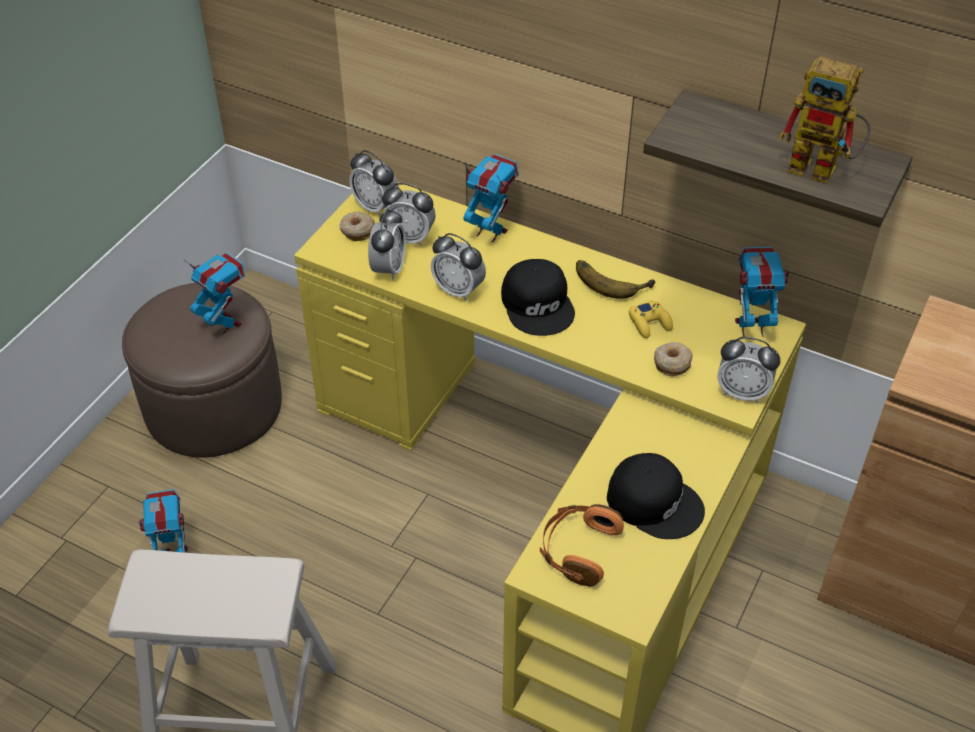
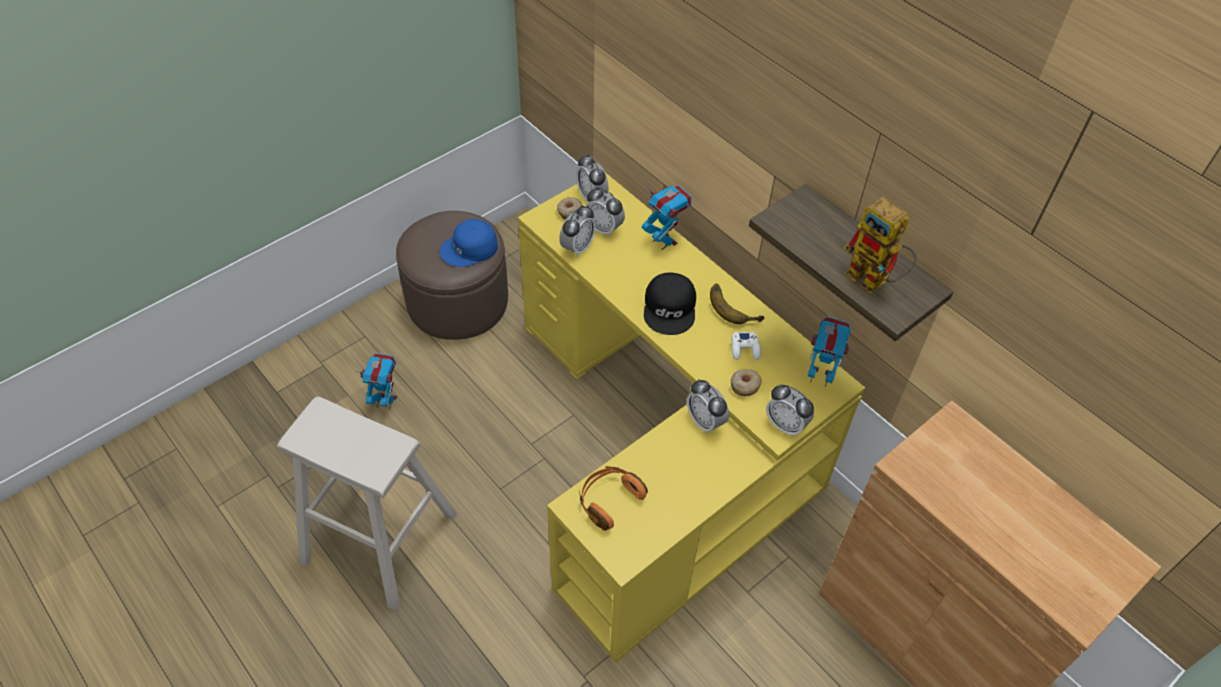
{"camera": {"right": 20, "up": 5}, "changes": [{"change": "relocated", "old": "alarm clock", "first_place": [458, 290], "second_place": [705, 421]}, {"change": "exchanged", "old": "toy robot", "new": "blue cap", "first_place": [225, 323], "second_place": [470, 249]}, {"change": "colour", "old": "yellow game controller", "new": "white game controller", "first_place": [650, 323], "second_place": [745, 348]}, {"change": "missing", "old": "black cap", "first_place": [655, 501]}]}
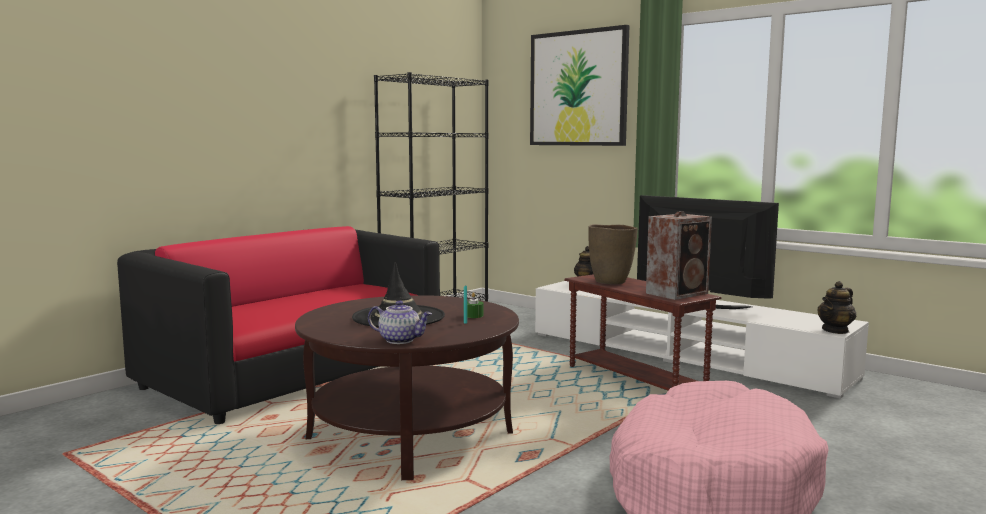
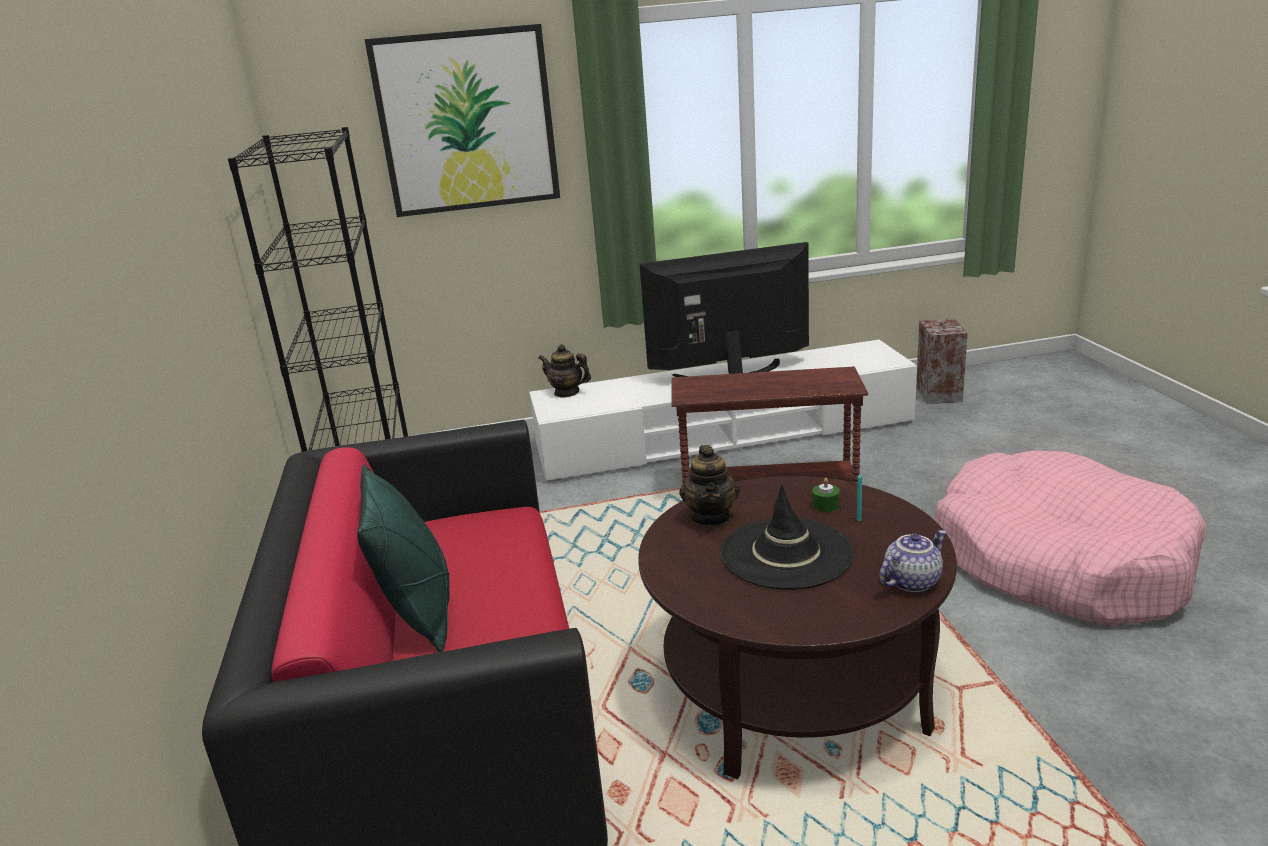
{"camera": {"right": -50, "up": 15}, "changes": [{"change": "relocated", "old": "speaker", "first_place": [678, 293], "second_place": [939, 393]}, {"change": "missing", "old": "brown vase", "first_place": [611, 282]}, {"change": "relocated", "old": "teapot", "first_place": [835, 330], "second_place": [711, 516]}, {"change": "appeared", "new": "green pillow", "second_place": [419, 613]}]}
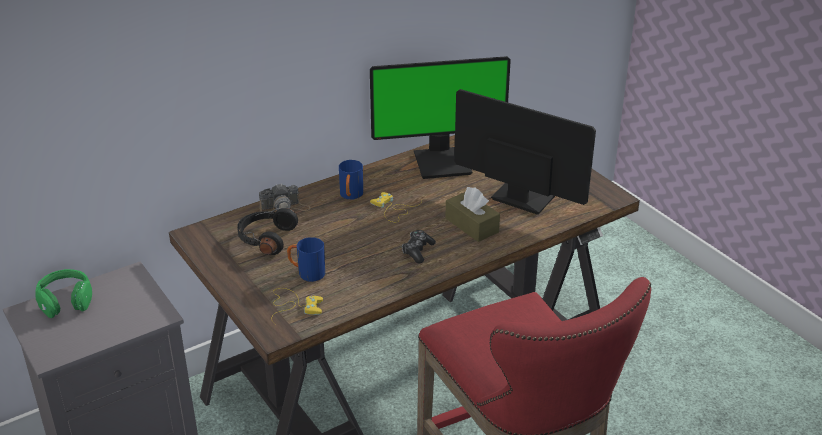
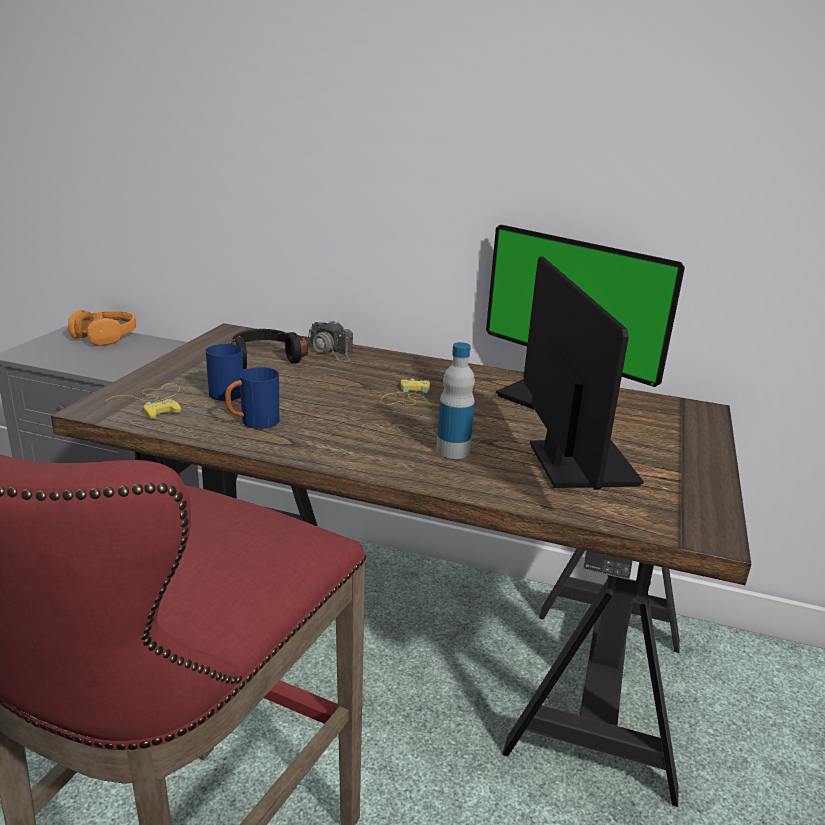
{"camera": {"right": 50, "up": -10}, "changes": [{"change": "relocated", "old": "blue mug", "first_place": [351, 196], "second_place": [253, 423]}, {"change": "exchanged", "old": "brown tissue box", "new": "bottle", "first_place": [472, 225], "second_place": [453, 450]}, {"change": "missing", "old": "game controller", "first_place": [417, 251]}, {"change": "colour", "old": "green headphones", "new": "orange headphones", "first_place": [65, 300], "second_place": [106, 336]}]}
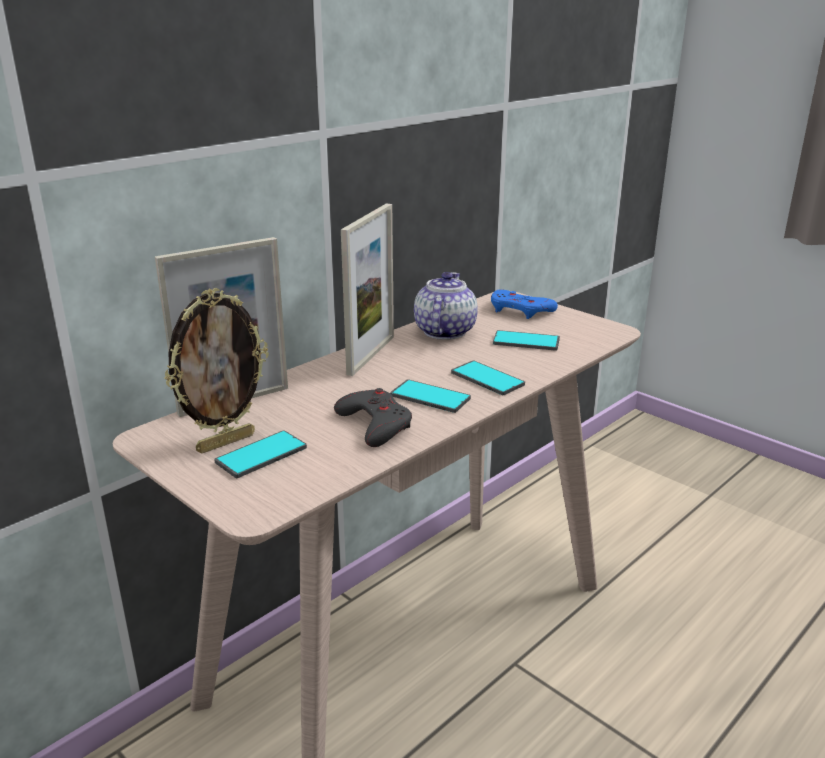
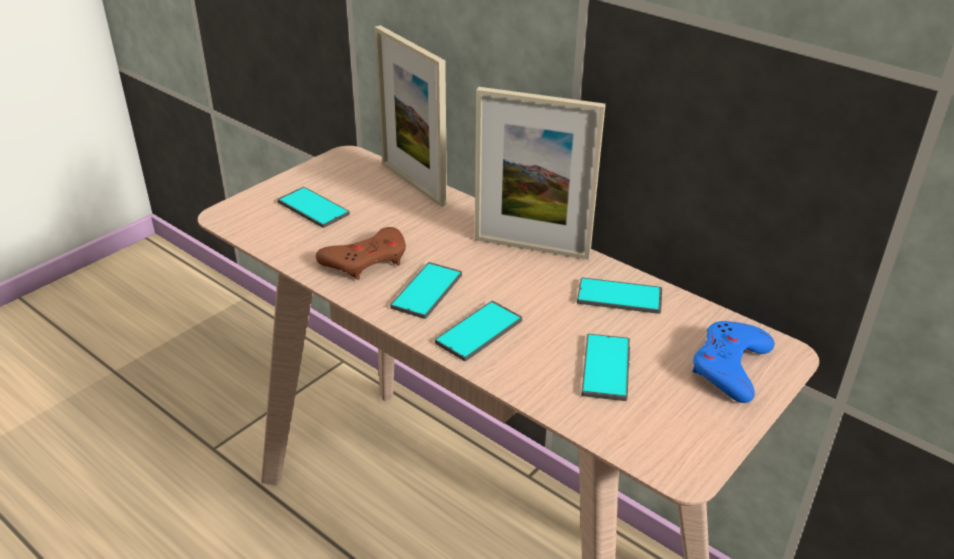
{"camera": {"right": 85, "up": 10}, "changes": [{"change": "exchanged", "old": "teapot", "new": "phone", "first_place": [444, 331], "second_place": [619, 296]}, {"change": "missing", "old": "picture frame", "first_place": [225, 442]}, {"change": "colour", "old": "grey game controller", "new": "brown game controller", "first_place": [375, 424], "second_place": [366, 260]}]}
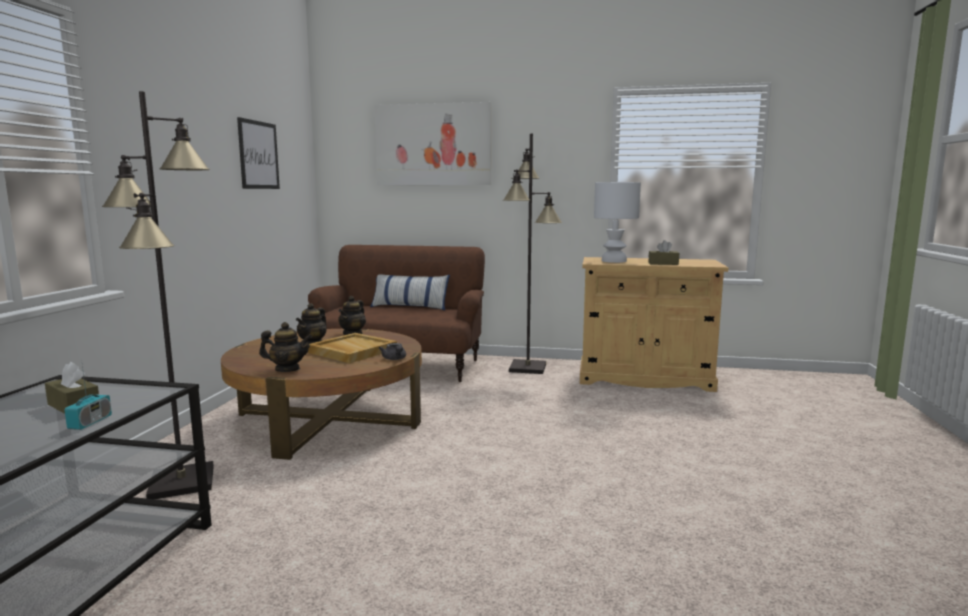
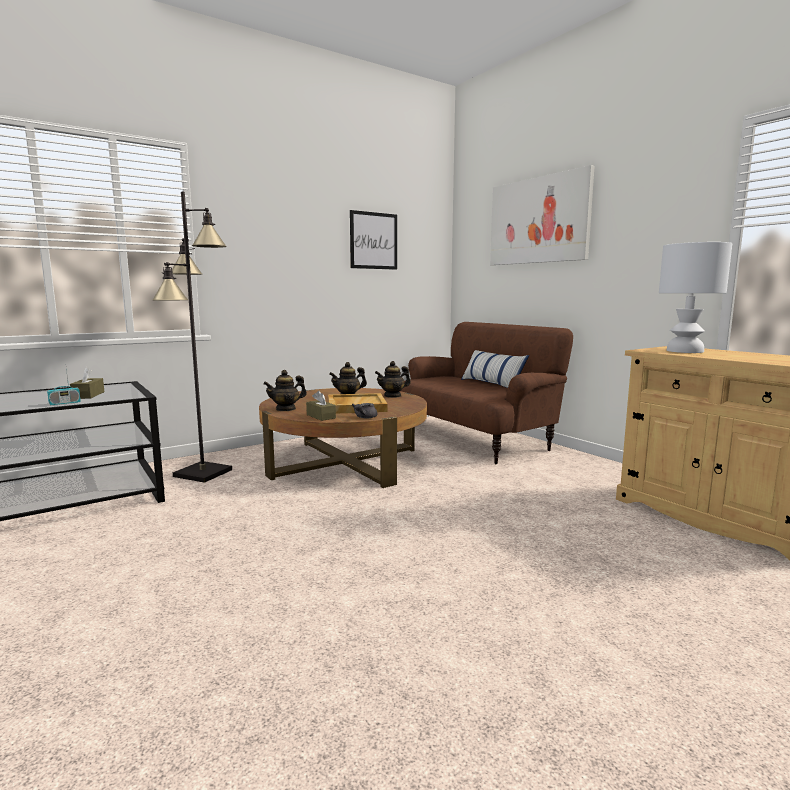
{"camera": {"right": 45, "up": 0}, "changes": [{"change": "missing", "old": "black floor lamp", "first_place": [528, 368]}, {"change": "relocated", "old": "brown tissue box", "first_place": [663, 263], "second_place": [321, 416]}, {"change": "spun", "old": "teapot", "first_place": [287, 369], "second_place": [286, 409], "degrees": 105}]}
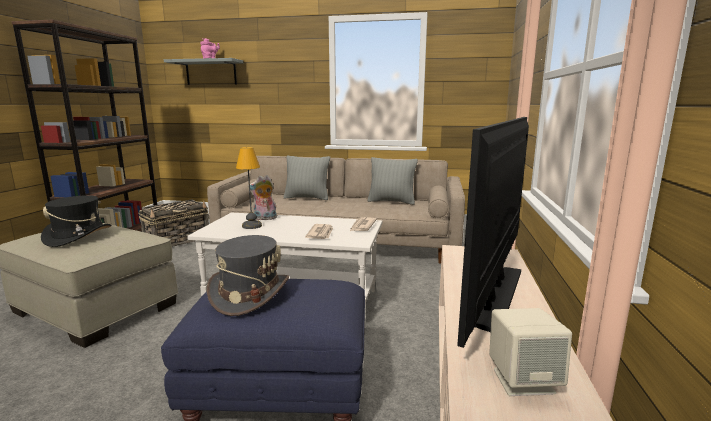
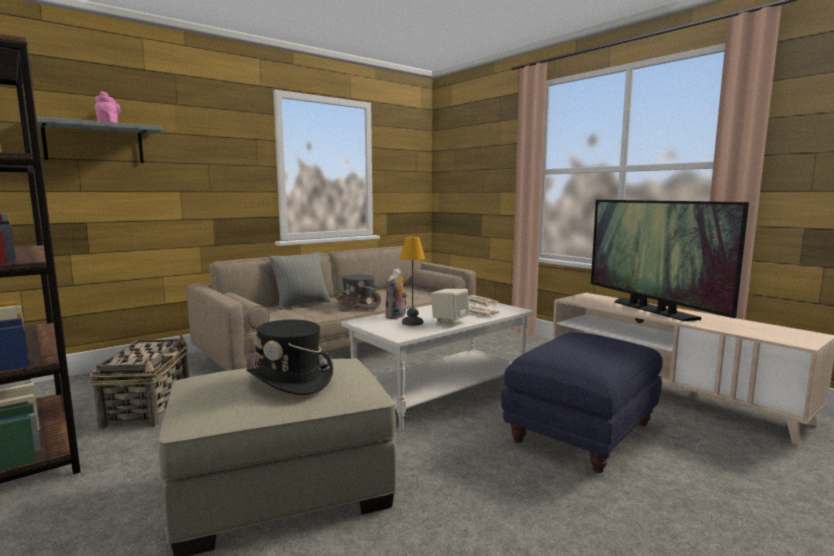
{"camera": {"right": -50, "up": -5}, "changes": [{"change": "missing", "old": "grey pillow", "first_place": [391, 201]}, {"change": "relocated", "old": "grey hat", "first_place": [249, 294], "second_place": [358, 304]}, {"change": "relocated", "old": "beige speaker", "first_place": [523, 380], "second_place": [449, 323]}]}
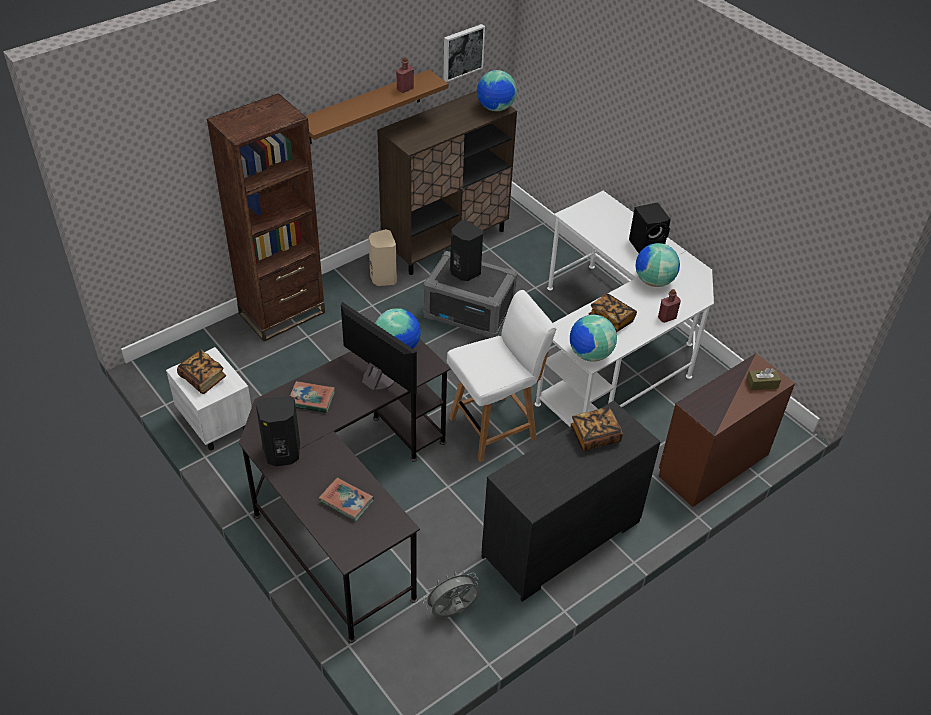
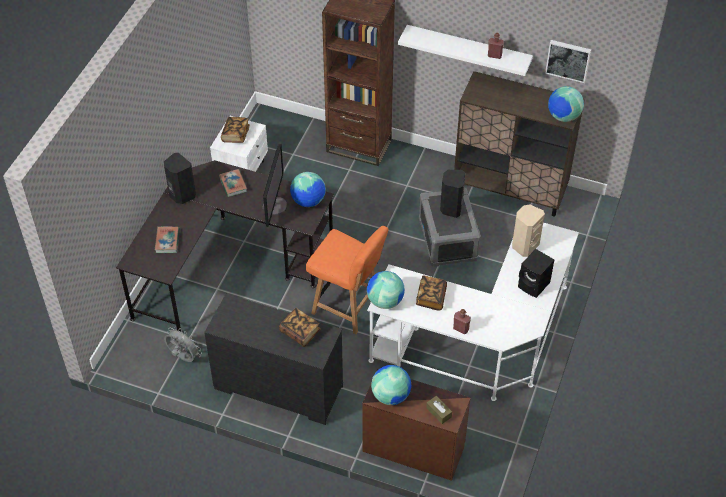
{"camera": {"right": 60, "up": 5}, "changes": [{"change": "colour", "old": "brown shelf", "new": "white shelf", "first_place": [364, 107], "second_place": [468, 50]}, {"change": "relocated", "old": "beige speaker", "first_place": [382, 278], "second_place": [524, 246]}, {"change": "relocated", "old": "globe", "first_place": [653, 281], "second_place": [391, 395]}, {"change": "colour", "old": "white chair", "new": "orange chair", "first_place": [494, 427], "second_place": [348, 307]}]}
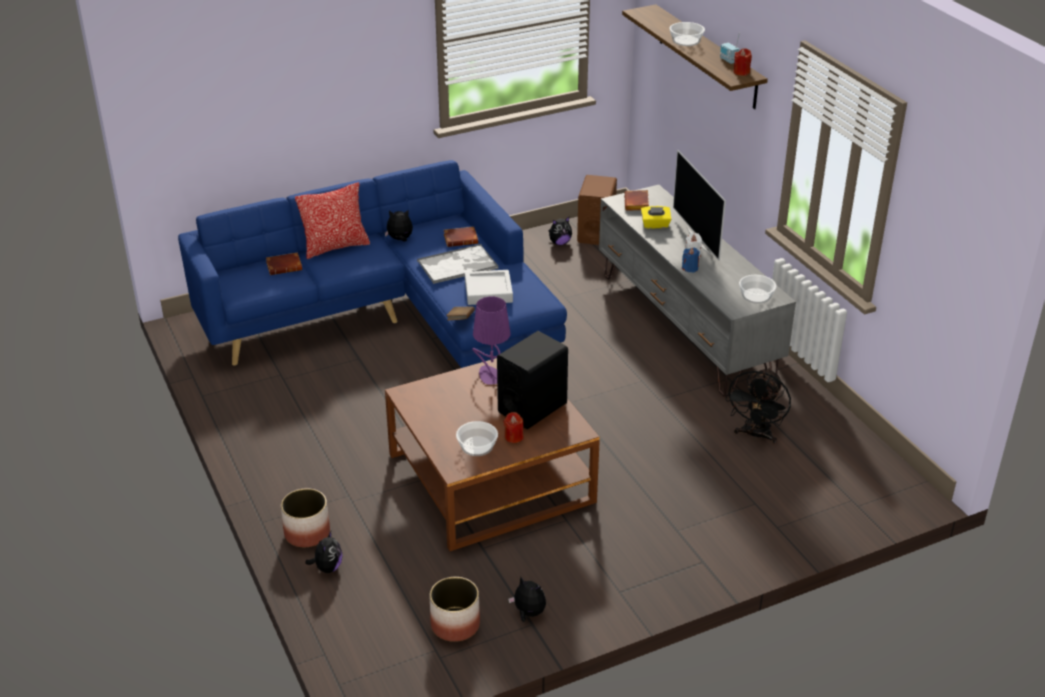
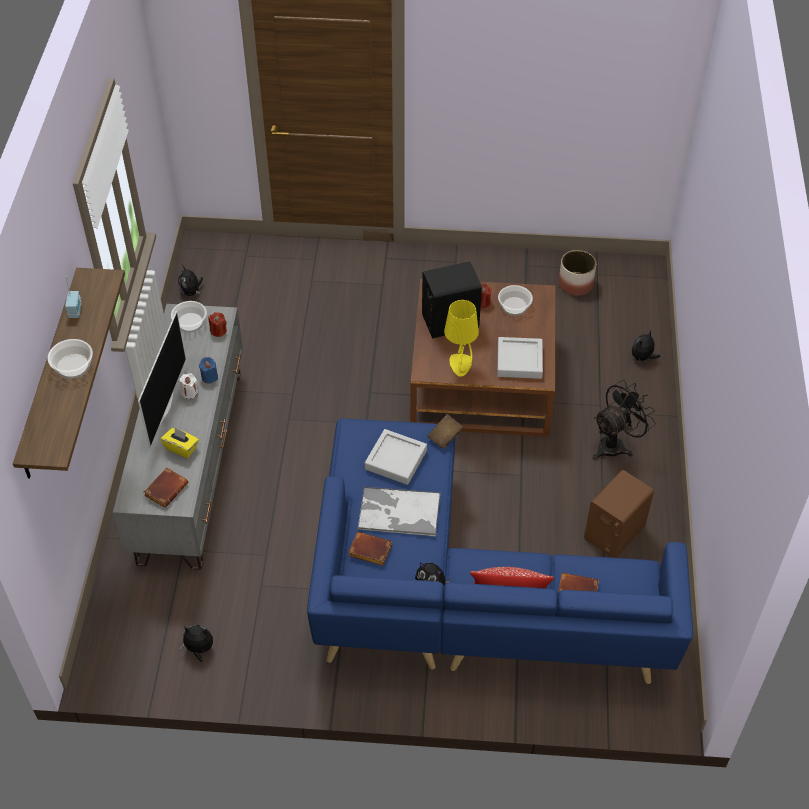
{"camera": {"right": -150, "up": 15}, "changes": [{"change": "relocated", "old": "red candle", "first_place": [741, 72], "second_place": [218, 331]}, {"change": "relocated", "old": "brown speaker", "first_place": [596, 233], "second_place": [614, 533]}, {"change": "colour", "old": "purple table lamp", "new": "yellow table lamp", "first_place": [490, 376], "second_place": [460, 365]}, {"change": "relocated", "old": "black fan", "first_place": [755, 435], "second_place": [615, 444]}, {"change": "missing", "old": "planter", "first_place": [307, 533]}, {"change": "relocated", "old": "plush toy", "first_place": [528, 613], "second_place": [191, 292]}, {"change": "appeared", "new": "grey tray", "second_place": [519, 361]}]}
